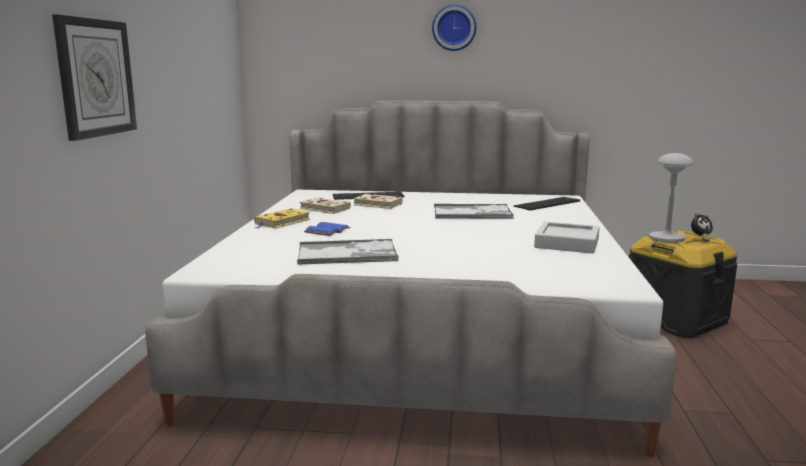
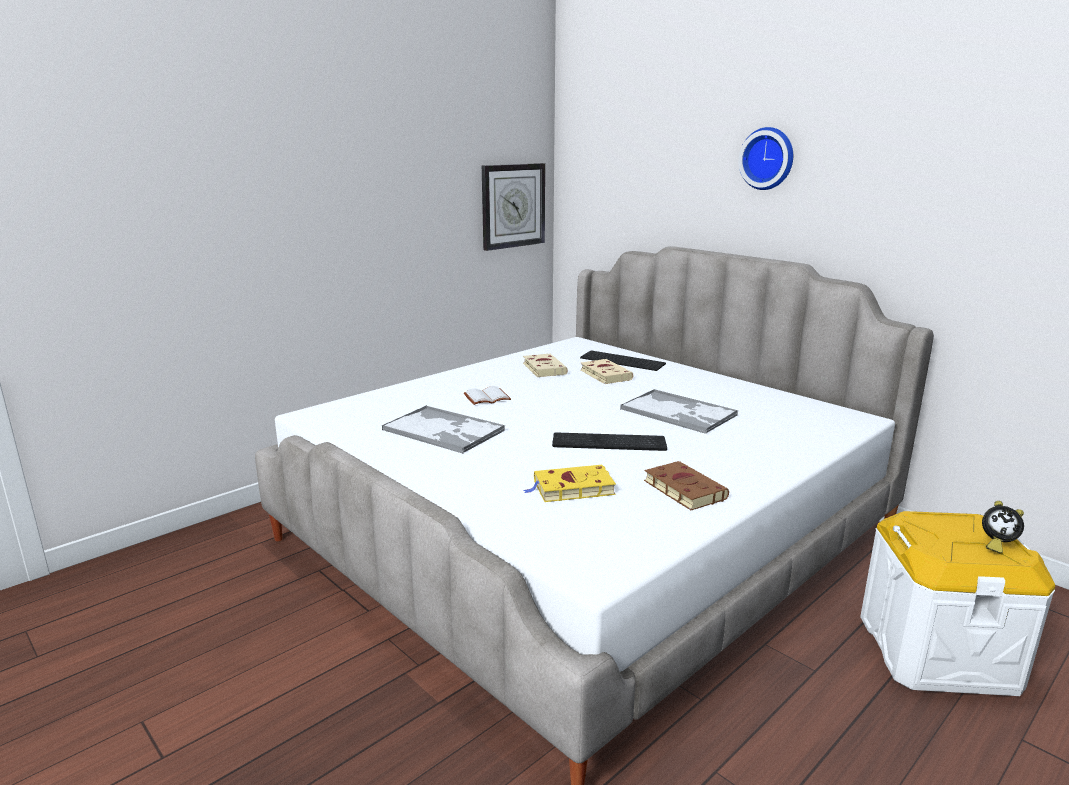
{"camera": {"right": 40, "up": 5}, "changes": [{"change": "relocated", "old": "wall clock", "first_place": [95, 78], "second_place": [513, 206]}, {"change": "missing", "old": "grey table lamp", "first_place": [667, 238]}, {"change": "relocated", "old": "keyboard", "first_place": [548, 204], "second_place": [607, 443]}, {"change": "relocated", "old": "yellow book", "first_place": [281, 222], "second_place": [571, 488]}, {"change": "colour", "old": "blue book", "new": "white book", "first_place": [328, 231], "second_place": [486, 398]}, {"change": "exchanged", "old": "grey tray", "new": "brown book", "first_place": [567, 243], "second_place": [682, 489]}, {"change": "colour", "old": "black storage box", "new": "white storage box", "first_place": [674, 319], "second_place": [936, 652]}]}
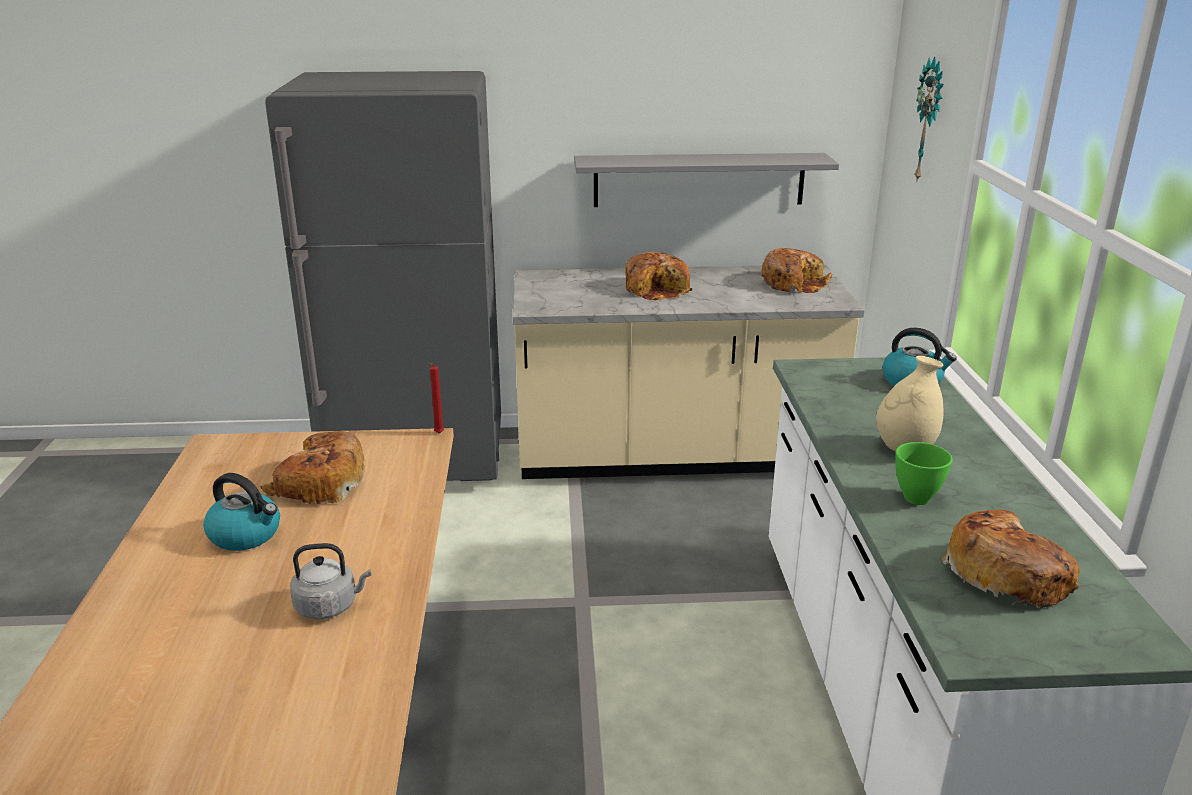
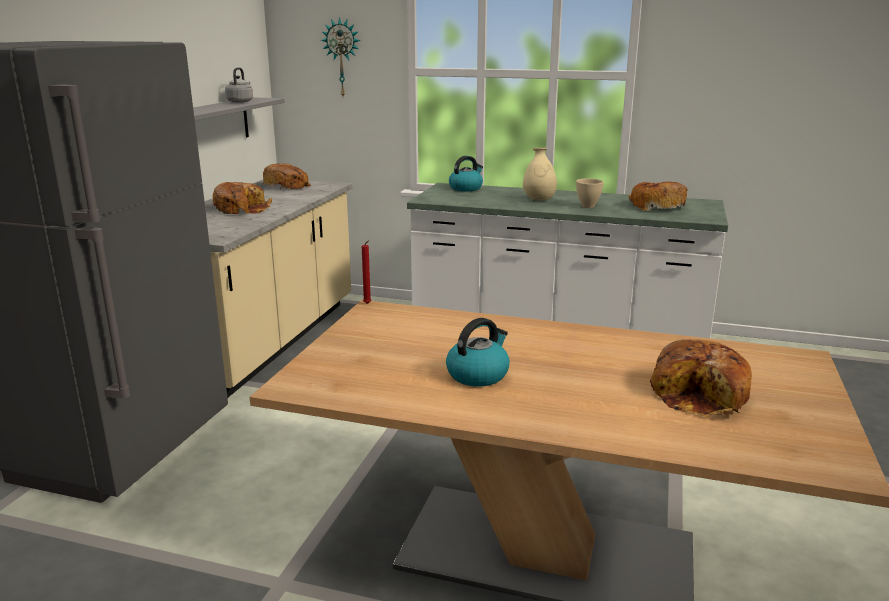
{"camera": {"right": -70, "up": -5}, "changes": [{"change": "relocated", "old": "bread", "first_place": [318, 483], "second_place": [701, 395]}, {"change": "colour", "old": "green bowl", "new": "beige bowl", "first_place": [915, 498], "second_place": [587, 206]}, {"change": "relocated", "old": "grey kettle", "first_place": [330, 606], "second_place": [240, 101]}]}
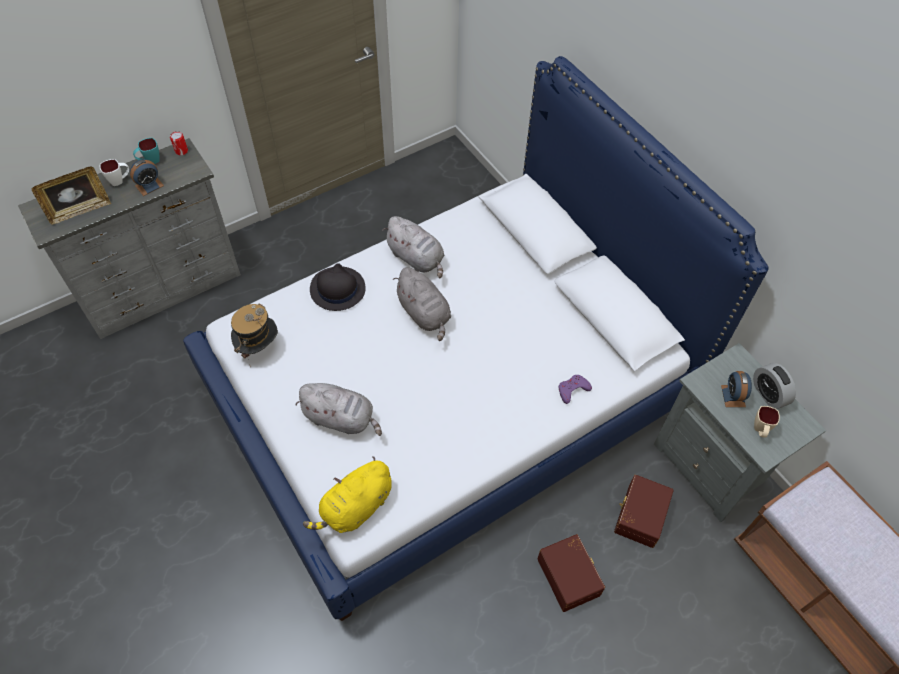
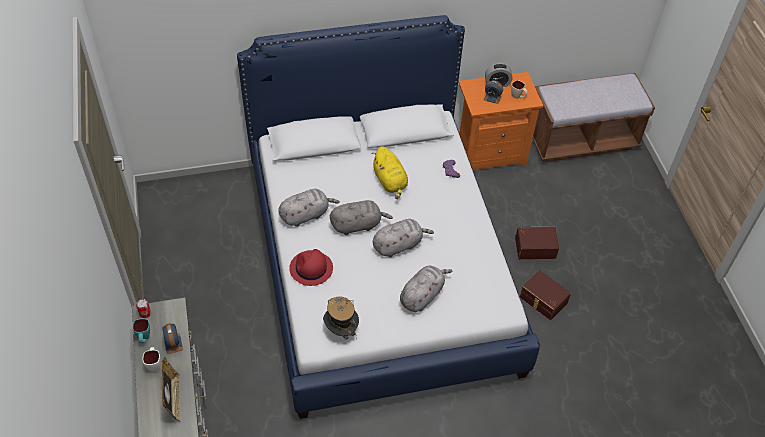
{"camera": {"right": -70, "up": -5}, "changes": [{"change": "colour", "old": "black hat", "new": "red hat", "first_place": [337, 289], "second_place": [311, 269]}, {"change": "colour", "old": "grey nightstand", "new": "orange nightstand", "first_place": [711, 466], "second_place": [490, 153]}, {"change": "relocated", "old": "yellow plush toy", "first_place": [355, 508], "second_place": [390, 182]}, {"change": "relocated", "old": "brown storage box", "first_place": [639, 515], "second_place": [542, 300]}, {"change": "appeared", "new": "grey plush toy", "second_place": [399, 245]}]}
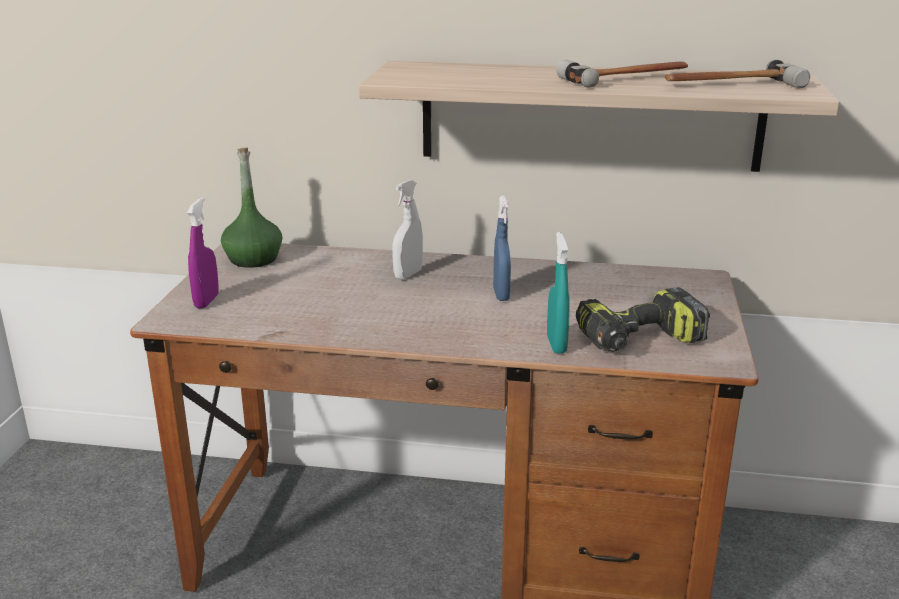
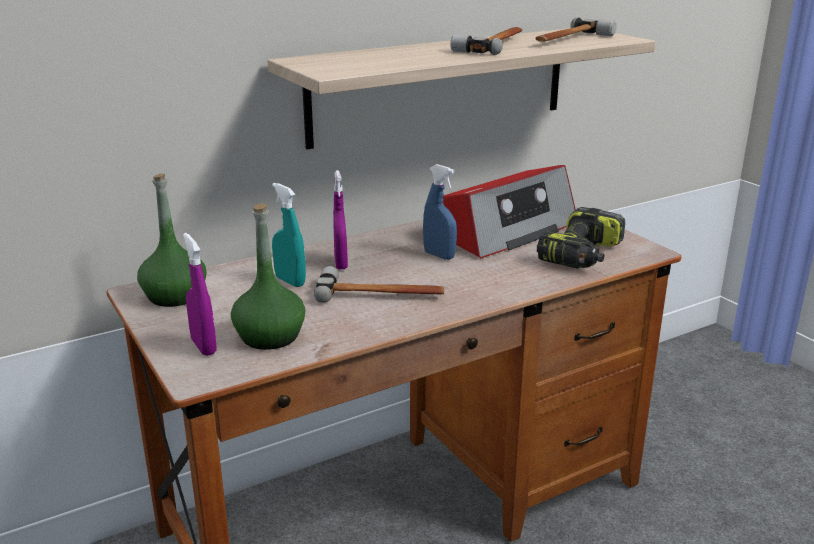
{"camera": {"right": -40, "up": 0}, "changes": [{"change": "colour", "old": "white spray bottle", "new": "purple spray bottle", "first_place": [408, 274], "second_place": [341, 264]}, {"change": "relocated", "old": "turquoise spray bottle", "first_place": [556, 345], "second_place": [290, 281]}, {"change": "appeared", "new": "radio", "second_place": [507, 231]}, {"change": "appeared", "new": "green bottle", "second_place": [270, 337]}, {"change": "appeared", "new": "hammer", "second_place": [380, 294]}]}
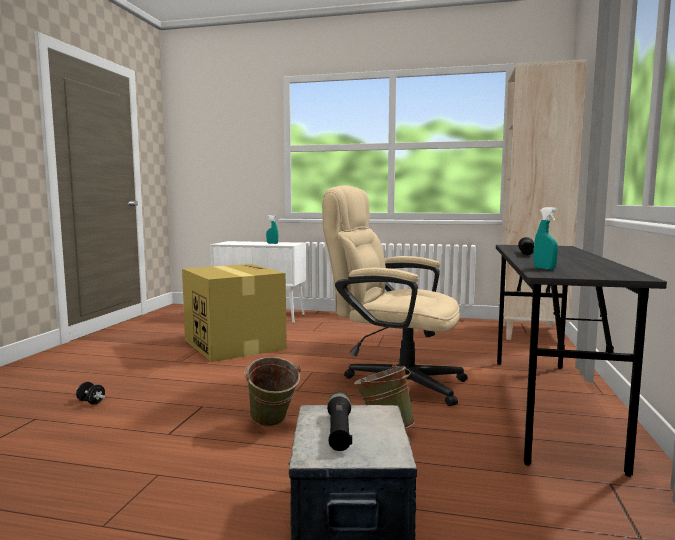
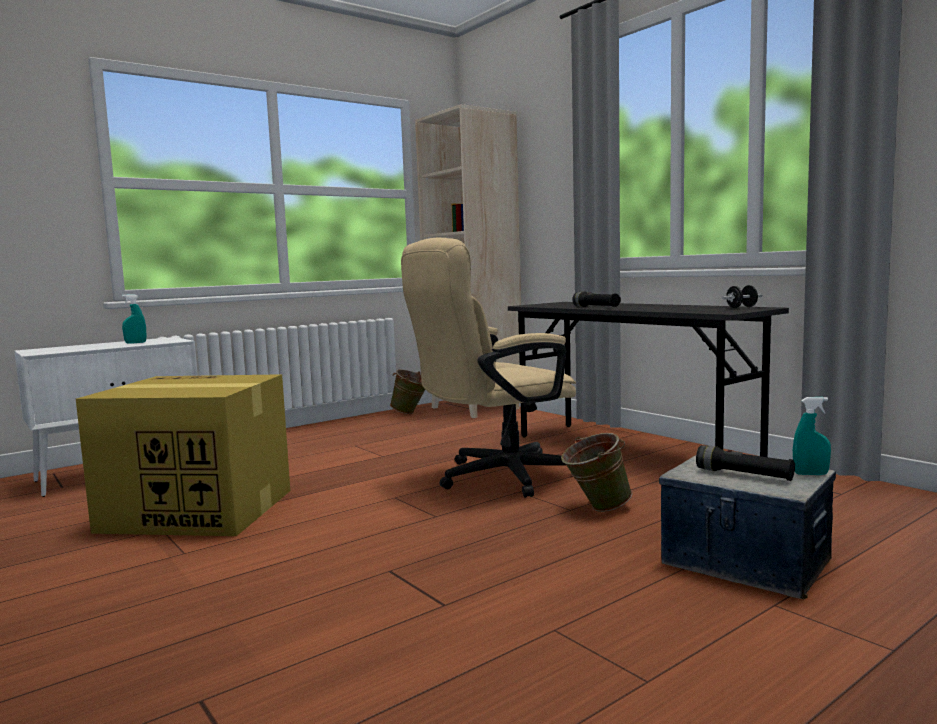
{"camera": {"right": -50, "up": 0}, "changes": [{"change": "relocated", "old": "turquoise spray bottle", "first_place": [544, 268], "second_place": [810, 474]}, {"change": "relocated", "old": "green bucket", "first_place": [272, 425], "second_place": [411, 413]}, {"change": "relocated", "old": "black dumbbell", "first_place": [91, 402], "second_place": [741, 307]}]}
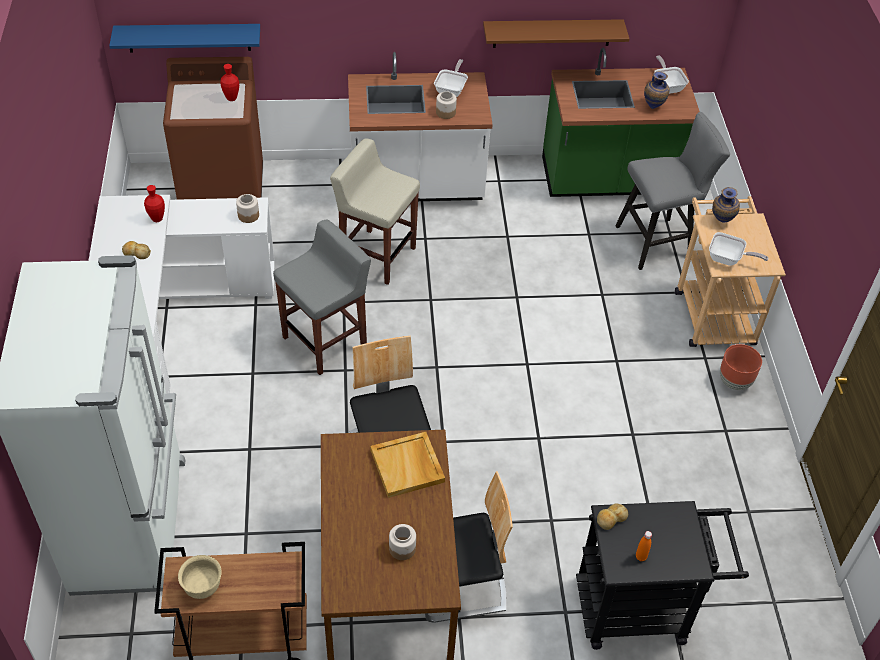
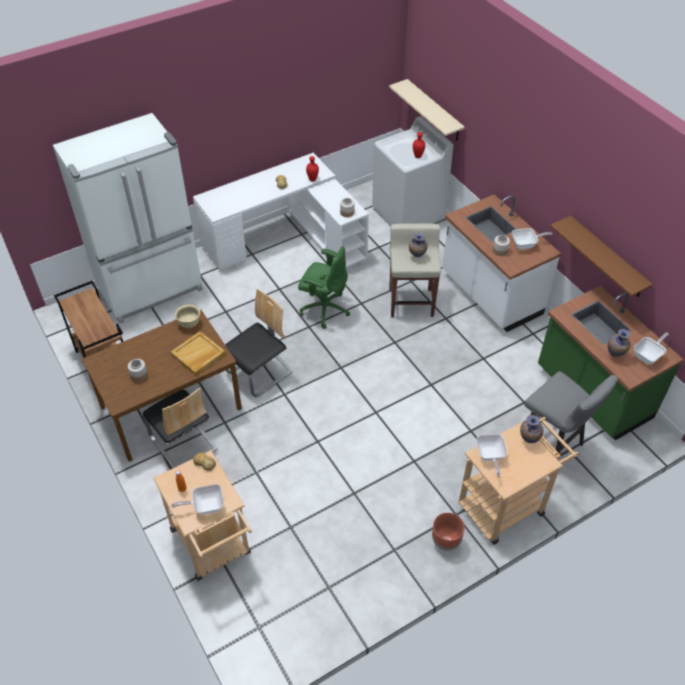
{"camera": {"right": 65, "up": 0}, "changes": [{"change": "colour", "old": "blue shelf", "new": "beige shelf", "first_place": [188, 37], "second_place": [434, 111]}, {"change": "colour", "old": "brown washing machine", "new": "white washing machine", "first_place": [223, 190], "second_place": [408, 214]}, {"change": "exchanged", "old": "grey stool", "new": "green office chair", "first_place": [326, 342], "second_place": [324, 309]}, {"change": "colour", "old": "black cart", "new": "beige cart", "first_place": [642, 608], "second_place": [213, 547]}, {"change": "relocated", "old": "beige bowl", "first_place": [202, 587], "second_place": [189, 323]}, {"change": "appeared", "new": "vase", "second_place": [416, 257]}, {"change": "appeared", "new": "frying pan", "second_place": [205, 506]}]}
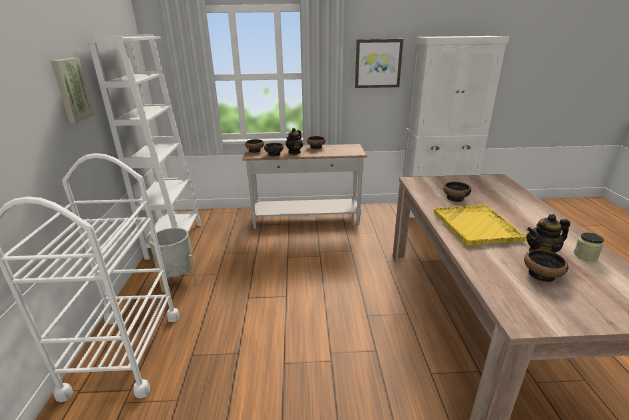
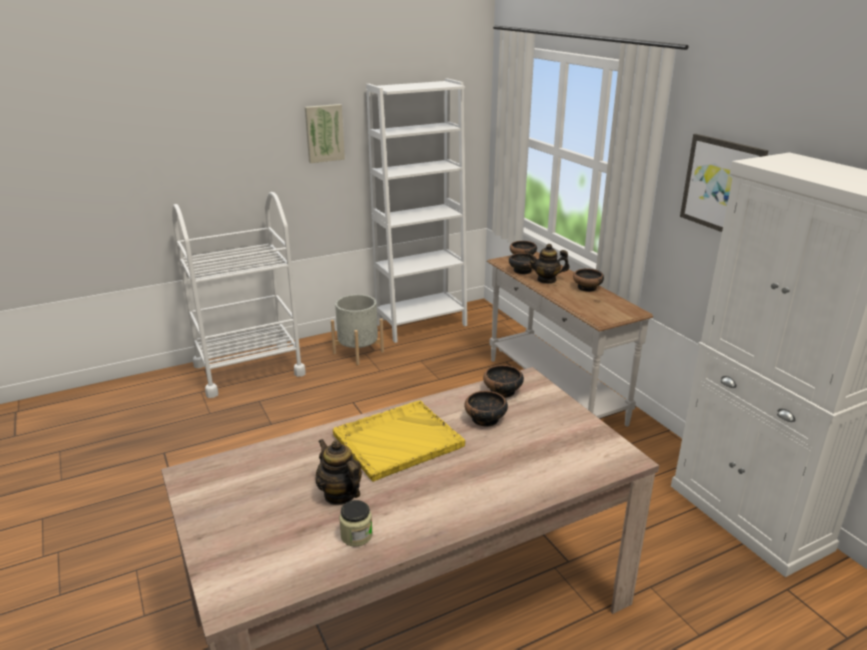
{"camera": {"right": 65, "up": 0}, "changes": [{"change": "relocated", "old": "bowl", "first_place": [542, 275], "second_place": [502, 391]}]}
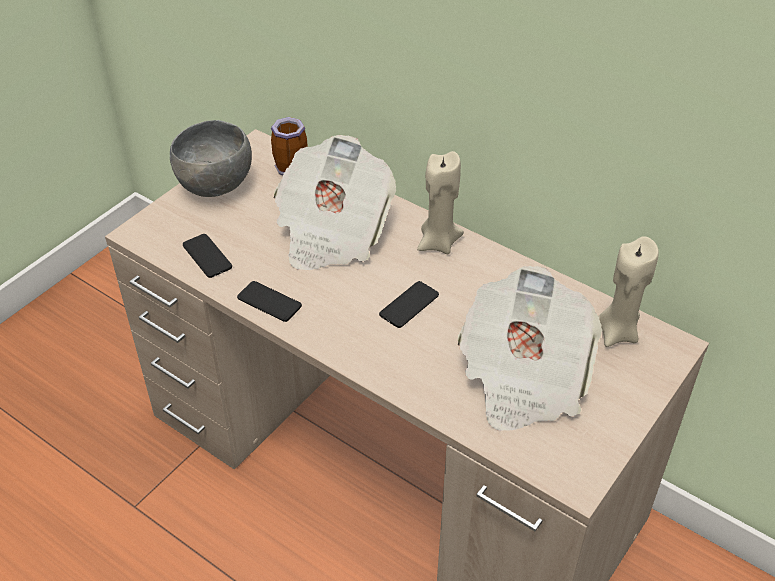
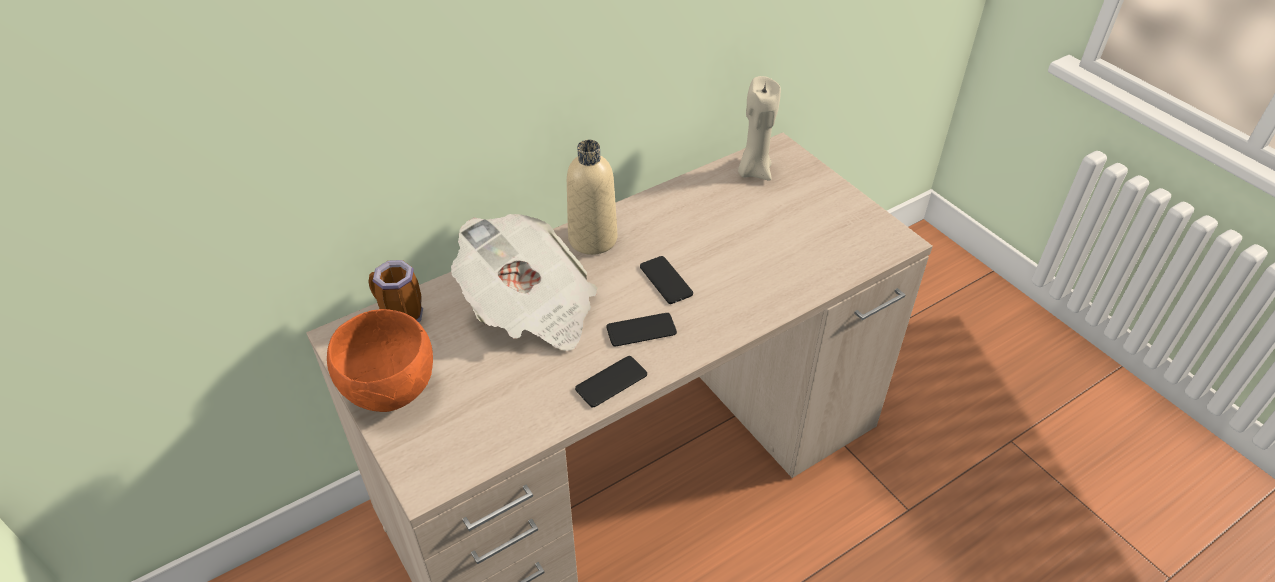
{"camera": {"right": -70, "up": 0}, "changes": [{"change": "colour", "old": "grey bowl", "new": "orange bowl", "first_place": [217, 186], "second_place": [390, 388]}, {"change": "exchanged", "old": "beige candle", "new": "beige bottle", "first_place": [438, 243], "second_place": [592, 239]}, {"change": "relocated", "old": "phone", "first_place": [207, 256], "second_place": [641, 330]}, {"change": "missing", "old": "newspaper", "first_place": [523, 376]}]}
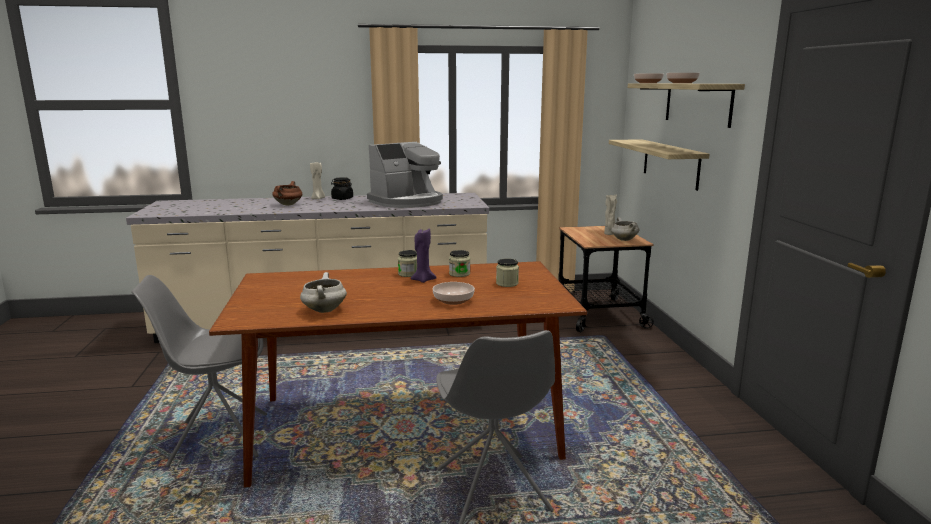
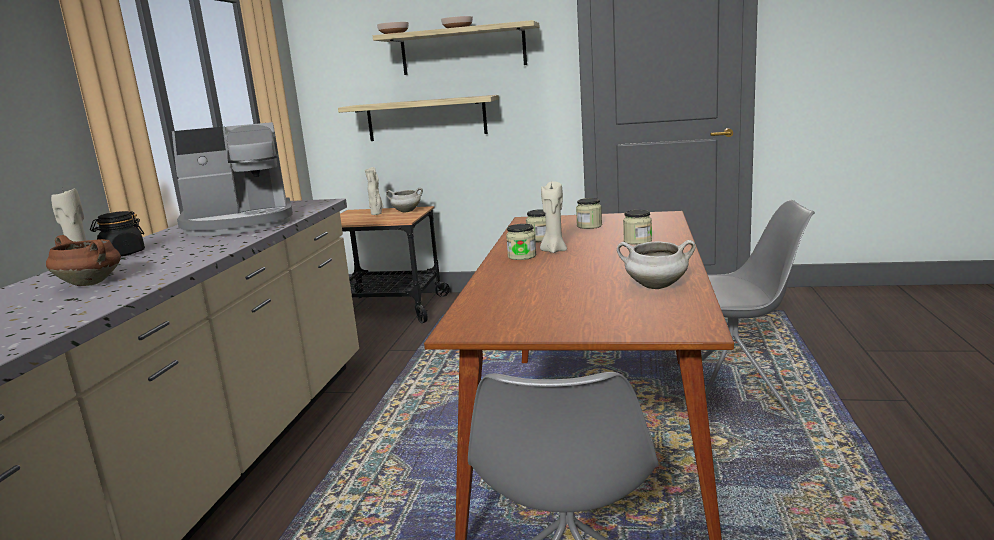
{"camera": {"right": -70, "up": 0}, "changes": [{"change": "spun", "old": "coffee machine", "first_place": [407, 202], "second_place": [240, 224], "degrees": 90}, {"change": "colour", "old": "purple candle", "new": "beige candle", "first_place": [423, 280], "second_place": [553, 251]}, {"change": "exchanged", "old": "bowl", "new": "jar", "first_place": [453, 300], "second_place": [637, 241]}]}
